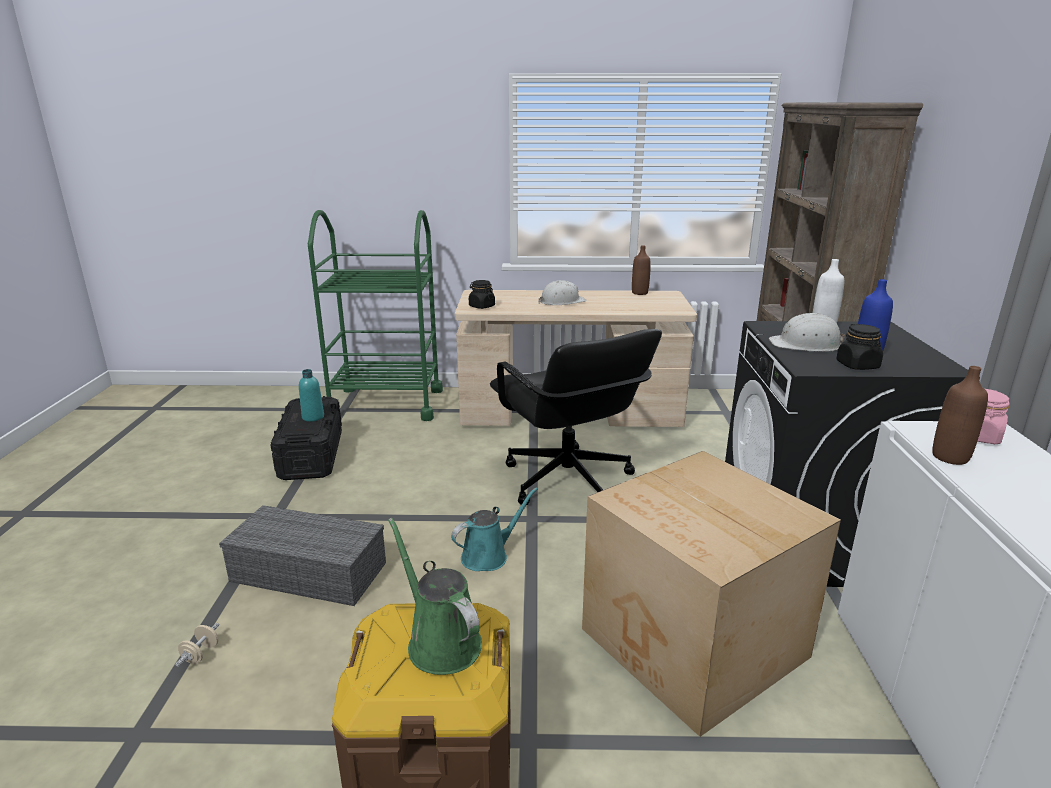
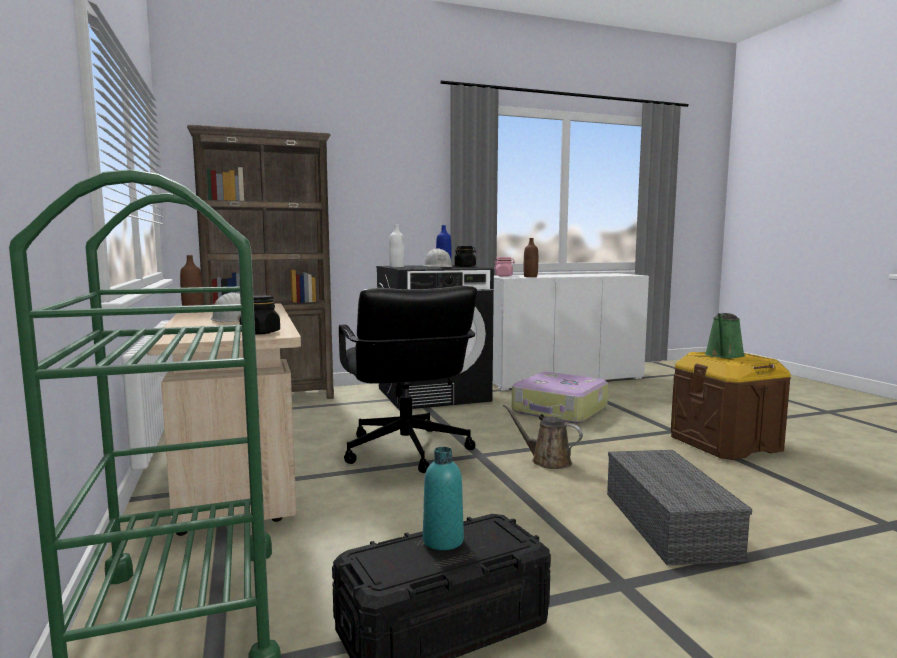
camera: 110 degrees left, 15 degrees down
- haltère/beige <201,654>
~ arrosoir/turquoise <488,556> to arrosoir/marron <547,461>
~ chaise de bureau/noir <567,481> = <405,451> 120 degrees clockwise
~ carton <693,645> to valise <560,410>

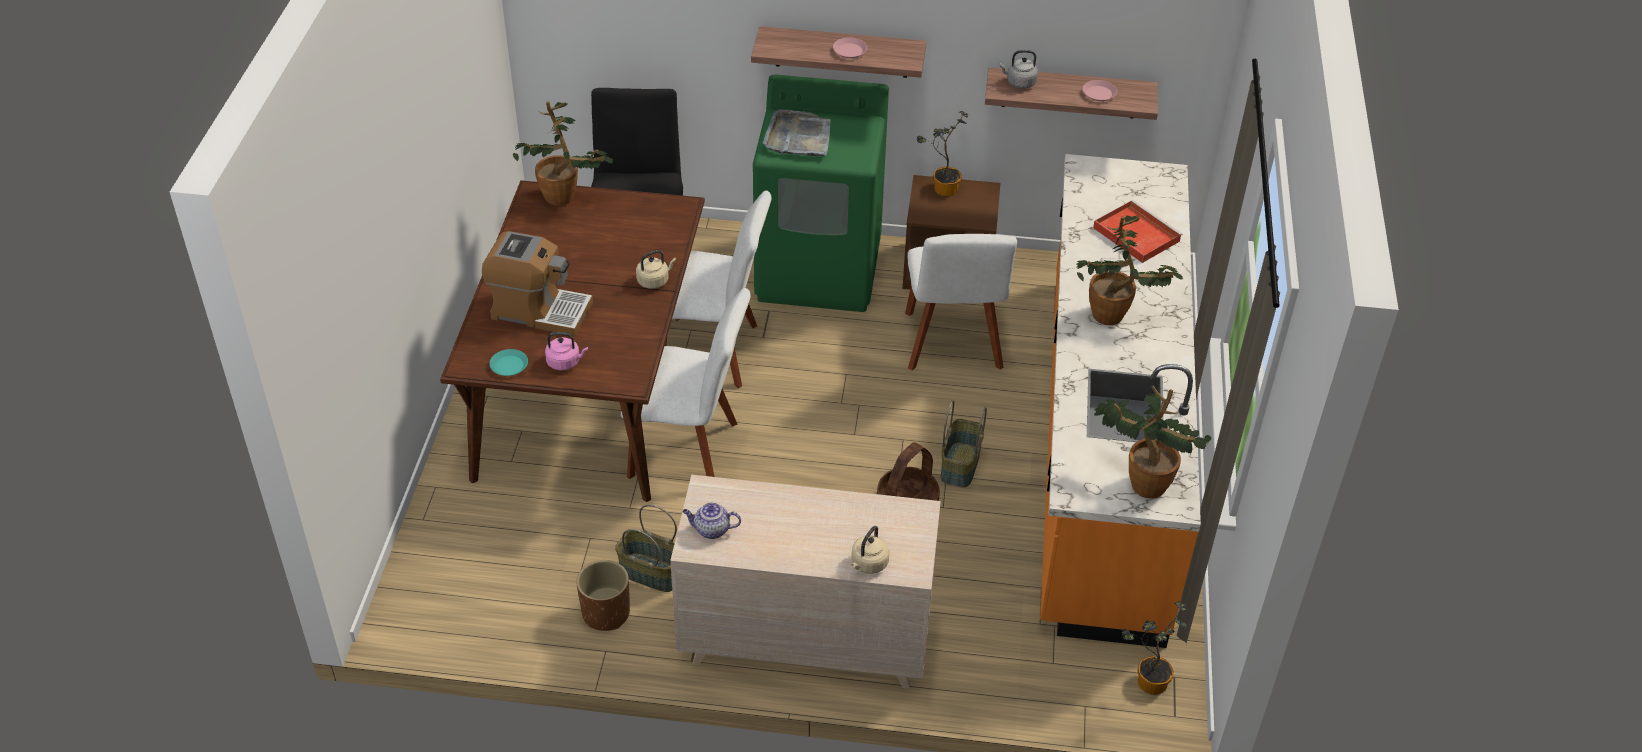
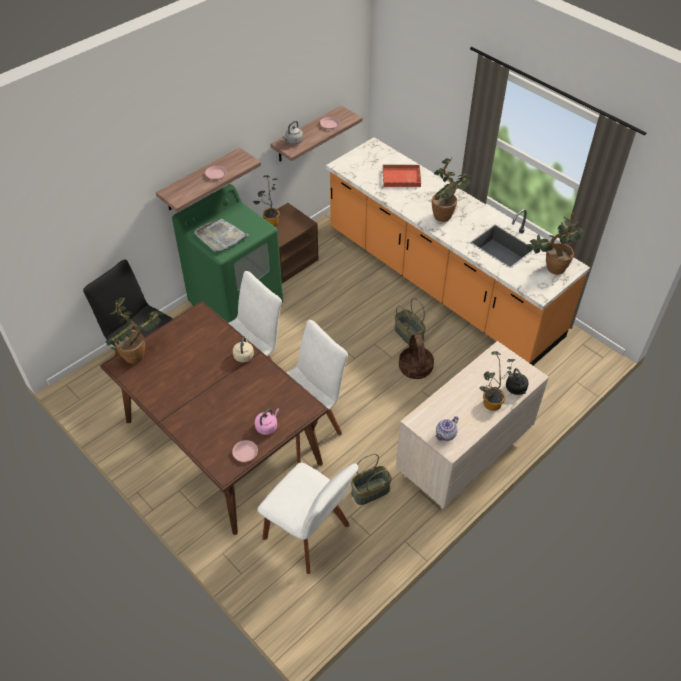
camera: 50 degrees left, 5 degrees up
- machine à café <540,310>
~ assiette/turquoise <509,365> to assiette/rose <245,452>
- cache-pot/marron <606,613>
~ bouilloire/beige <868,564> to bouilloire/noir <516,389>
~ chaise/blanc <952,344> to <309,534>
~ plante en pot <1147,681> to <489,404>

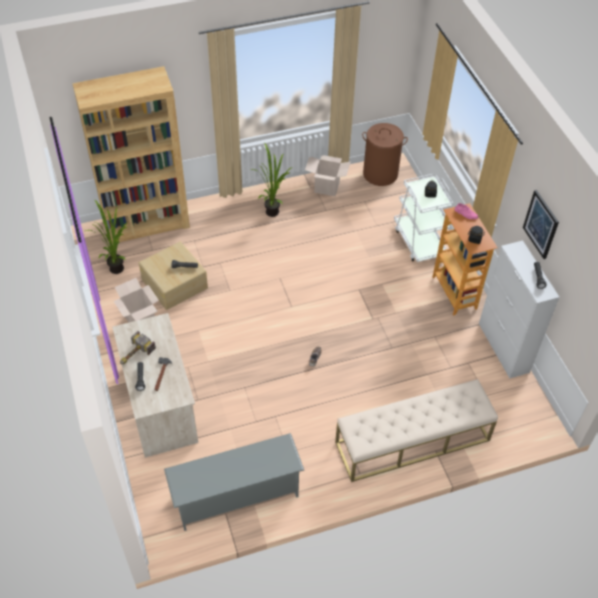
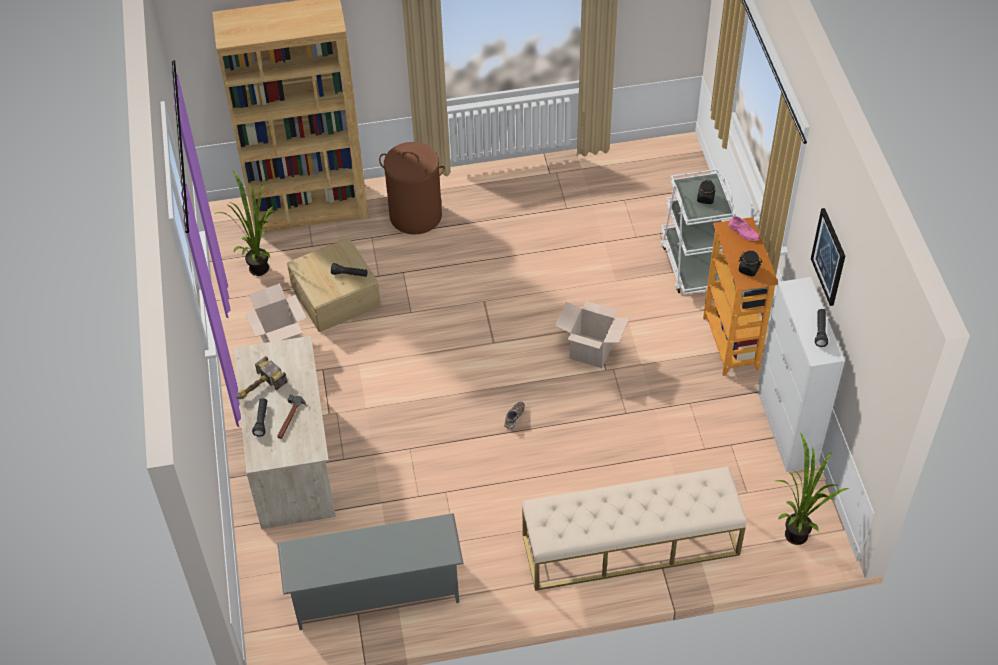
camera: 10 degrees right, 0 degrees up
~ plante en pot <273,210> to <797,531>
~ carton <326,187> to <591,351>
~ panier à linge/marron <380,174> to <416,215>

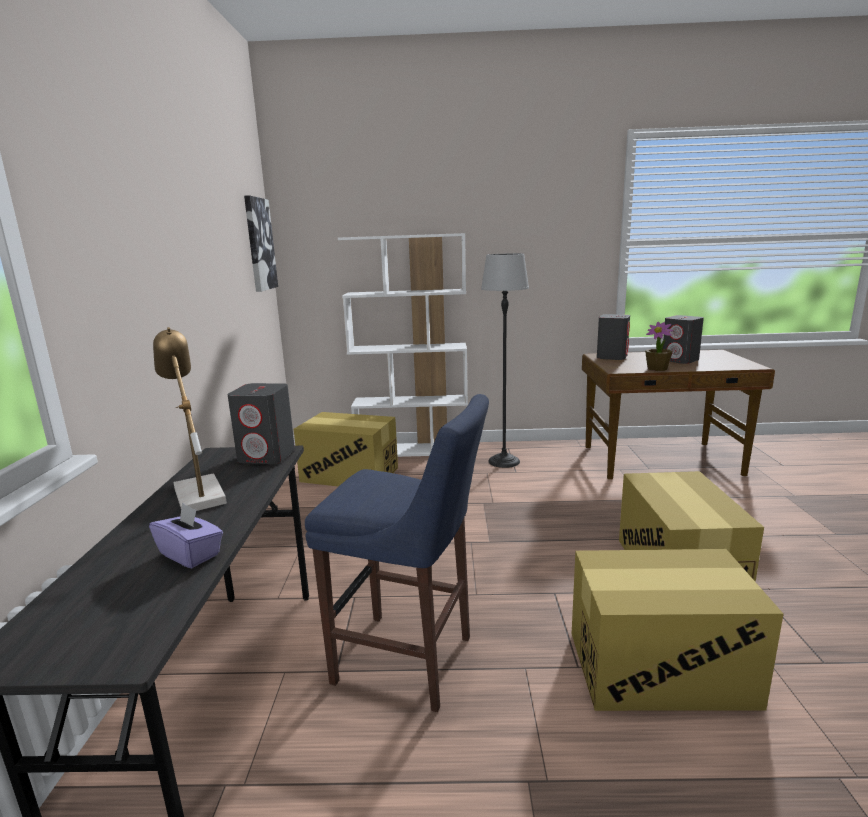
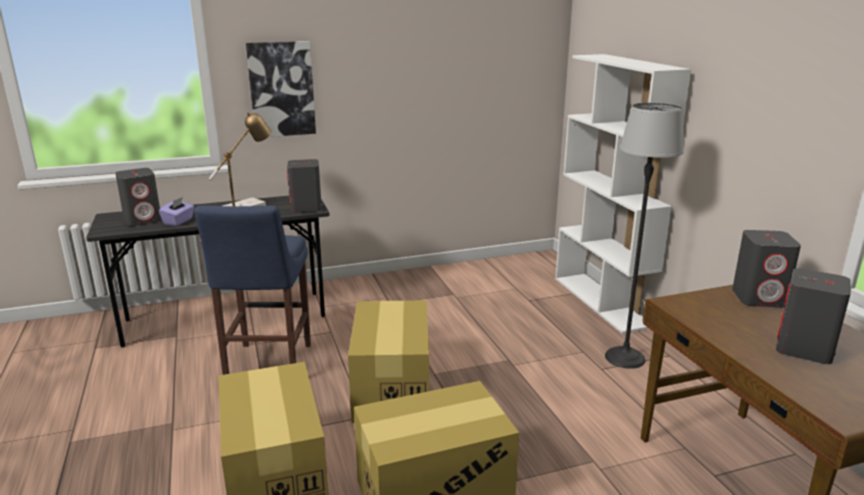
camera: 70 degrees right, 5 degrees up
~ tableau <259,244> to <281,89>
~ carton <349,474> to <392,388>
- plante en pot <657,369>
+ enceinte/gris <143,219>

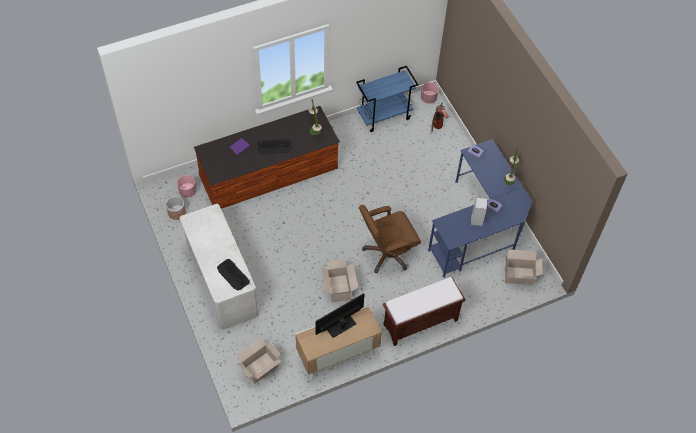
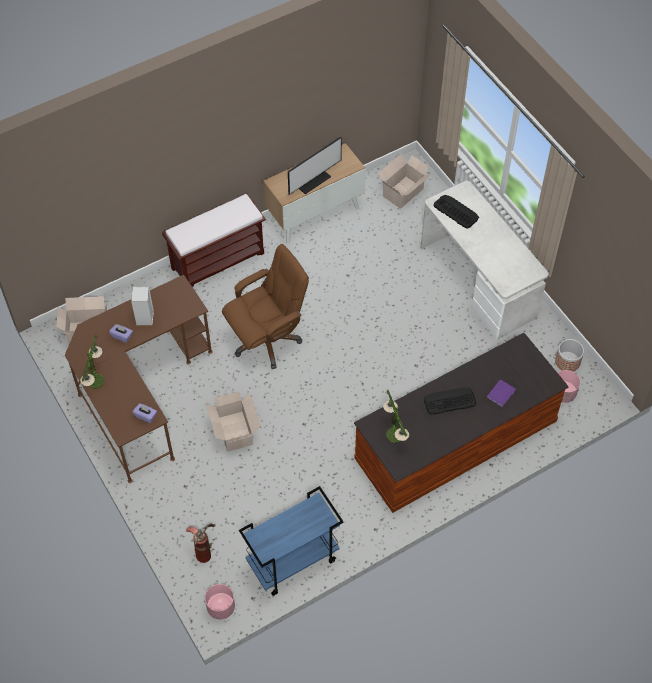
camera: 175 degrees right, 0 degrees up
~ carton <339,287> to <235,432>
~ bureau/bleu <479,227> to bureau/marron <139,392>

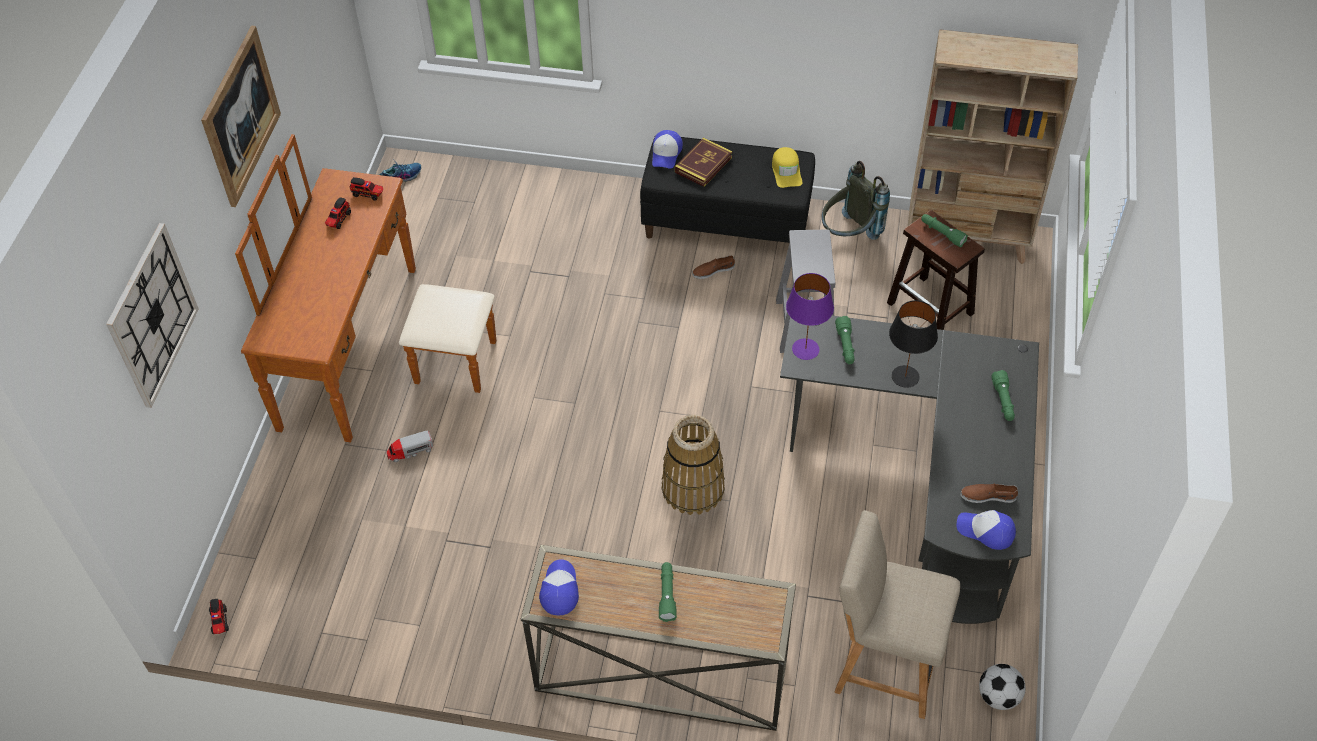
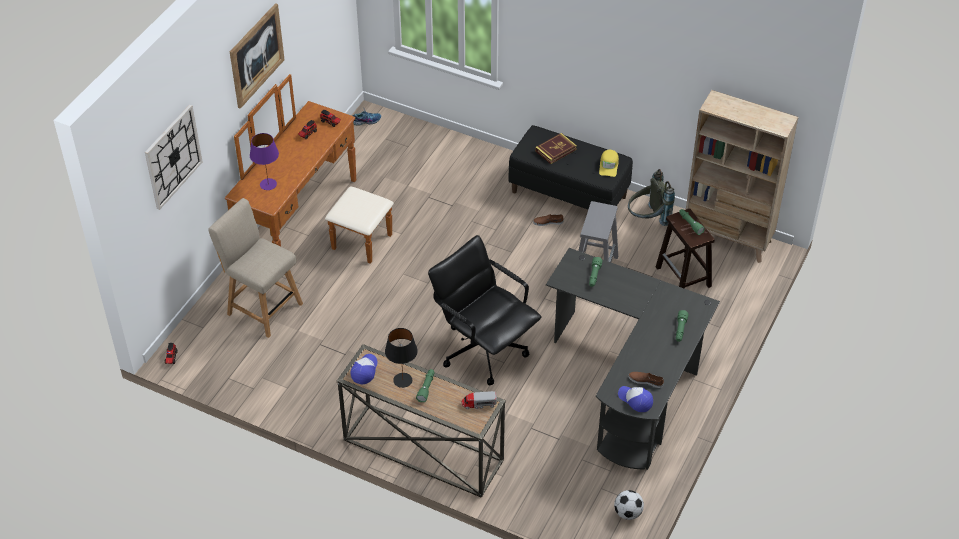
camera: 15 degrees right, 5 degrees down
~ camion jouet <410,451> to <479,404>
- casquette <666,153>
~ panier <693,488> to chaise de bureau/noir <483,349>
~ lampe de table/violet <806,349> to <268,184>
~ chaise/beige <883,663> to <262,307>
~ lampe de table/noir <905,376> to <403,380>

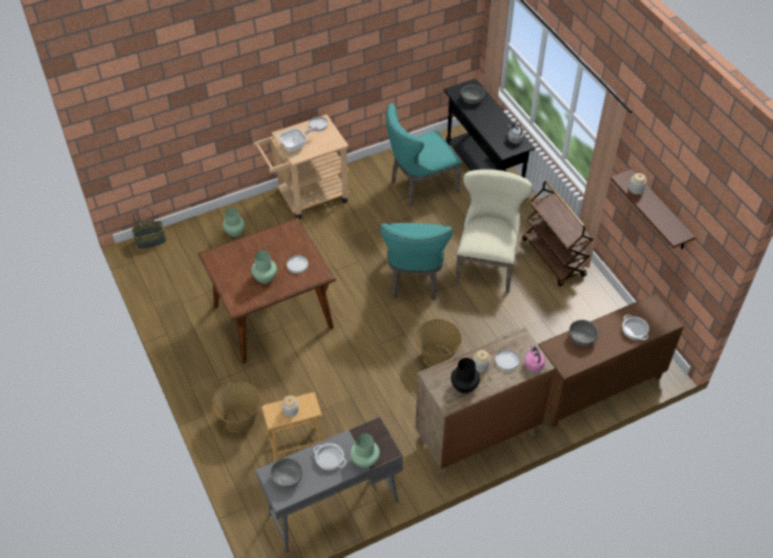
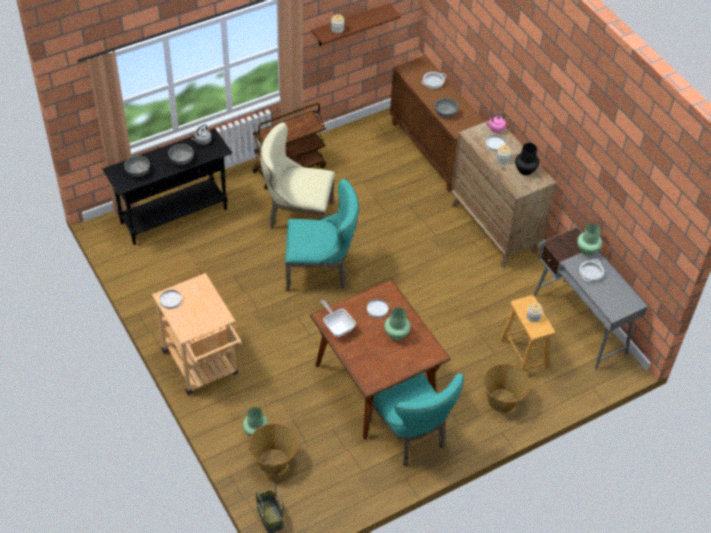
camera: 95 degrees left, 0 degrees up
~ bol/gris <287,477> to <181,159>
~ poêle <296,145> to <337,327>
~ chaise/turquoise <420,187> to <410,436>
~ panier <437,356> to <273,462>

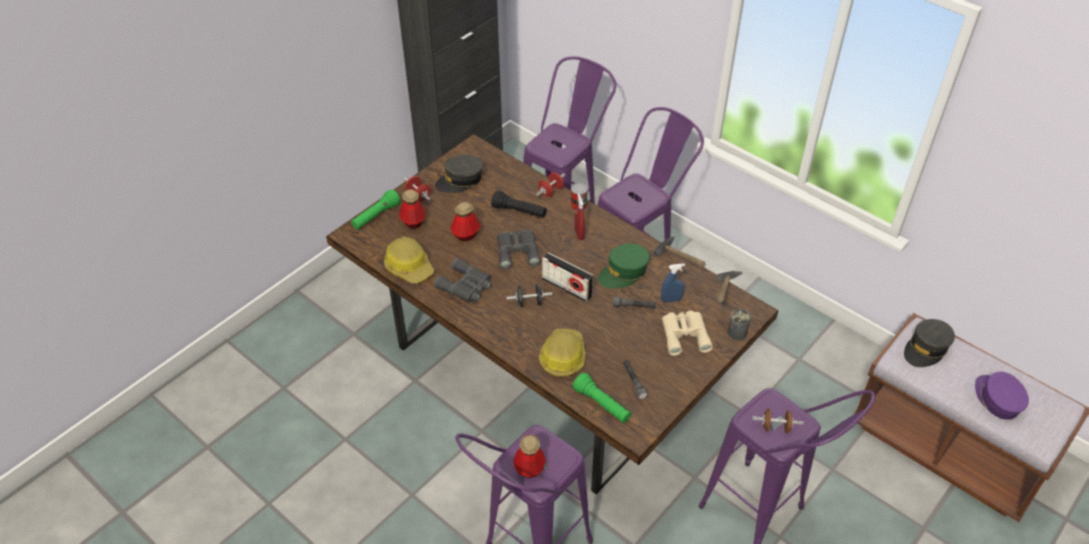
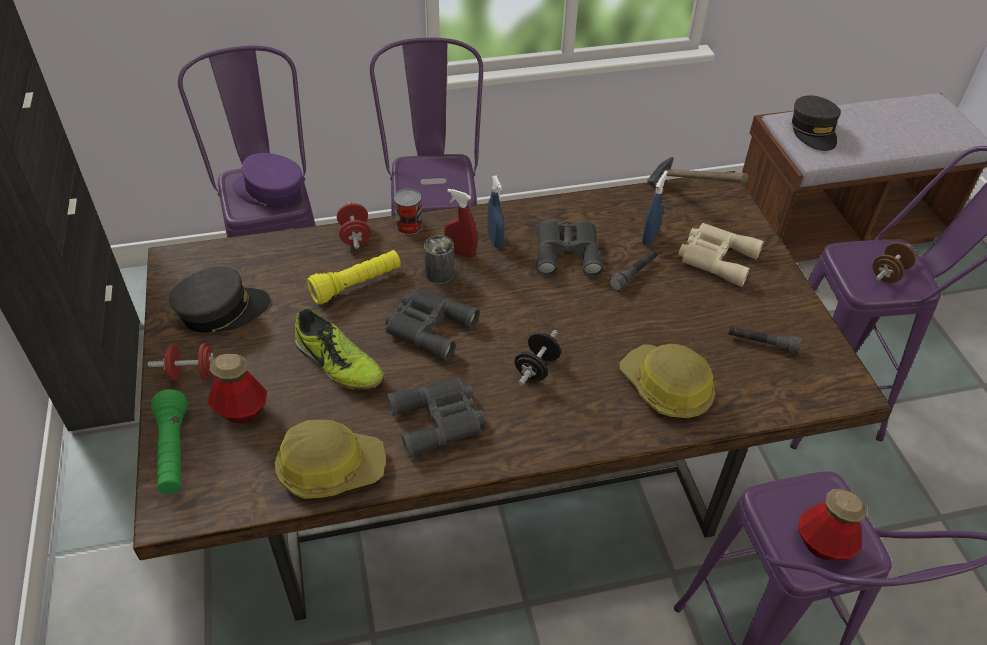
camera: 55 degrees left, 0 degrees up
~ casquette/gris <460,180> = <222,311> 120 degrees counterclockwise
~ bouteille <466,235> to chaussure <338,364>
~ lampe de poche/noir <519,211> to lampe de poche/jaune <356,285>
- radio <566,287>
- lampe de poche/vert <602,404>
~ casquette/vert <623,272> to jumelles/gris <567,251>
- marteau <678,270>
~ boîte métallique <736,333> to <439,274>
~ casquette/violet <997,399> to <269,191>
+ vaporisateur/bleu <495,240>

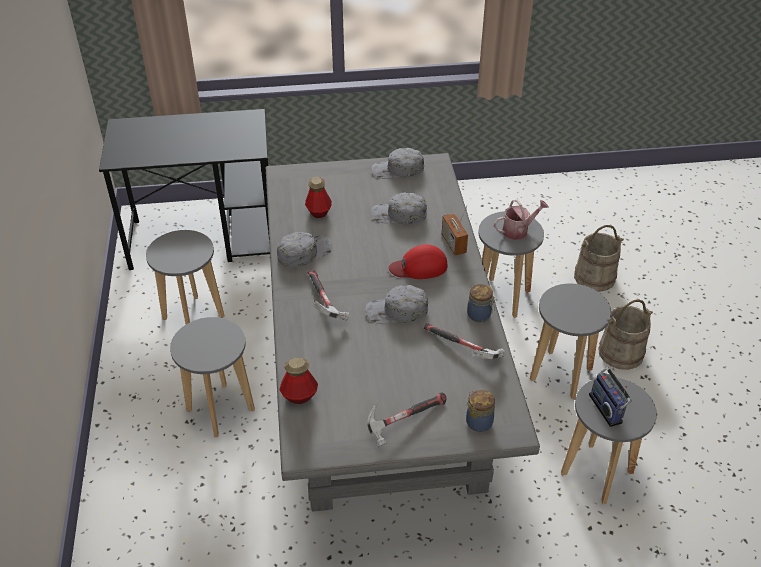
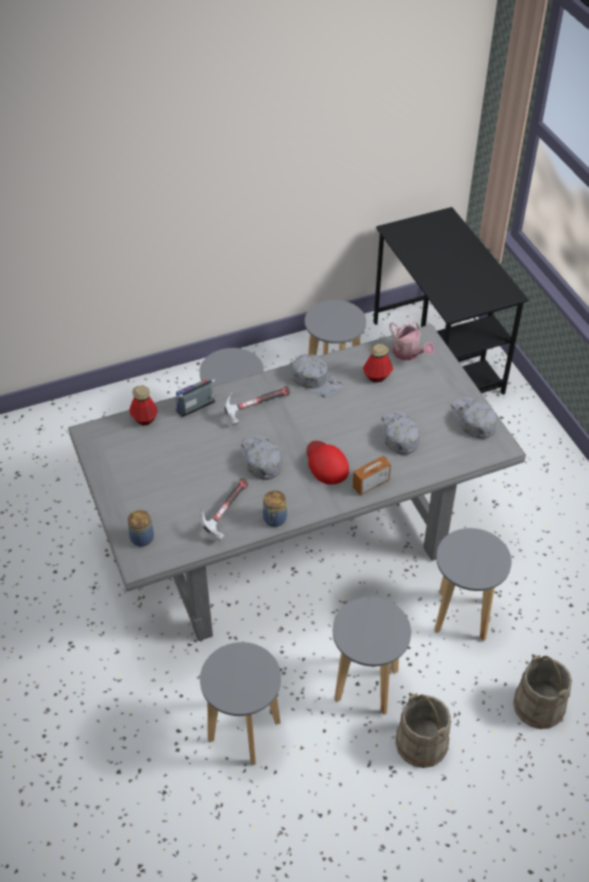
camera: 75 degrees right, 5 degrees up
- marteau <404,422>
~ arrosoir <518,230> to <408,353>
~ radio <607,408> to <196,407>

